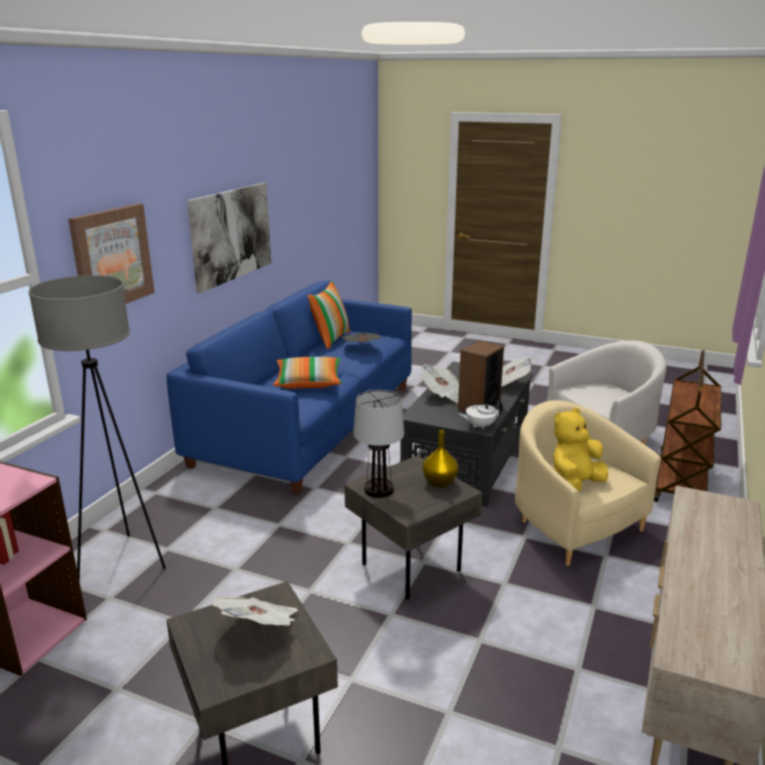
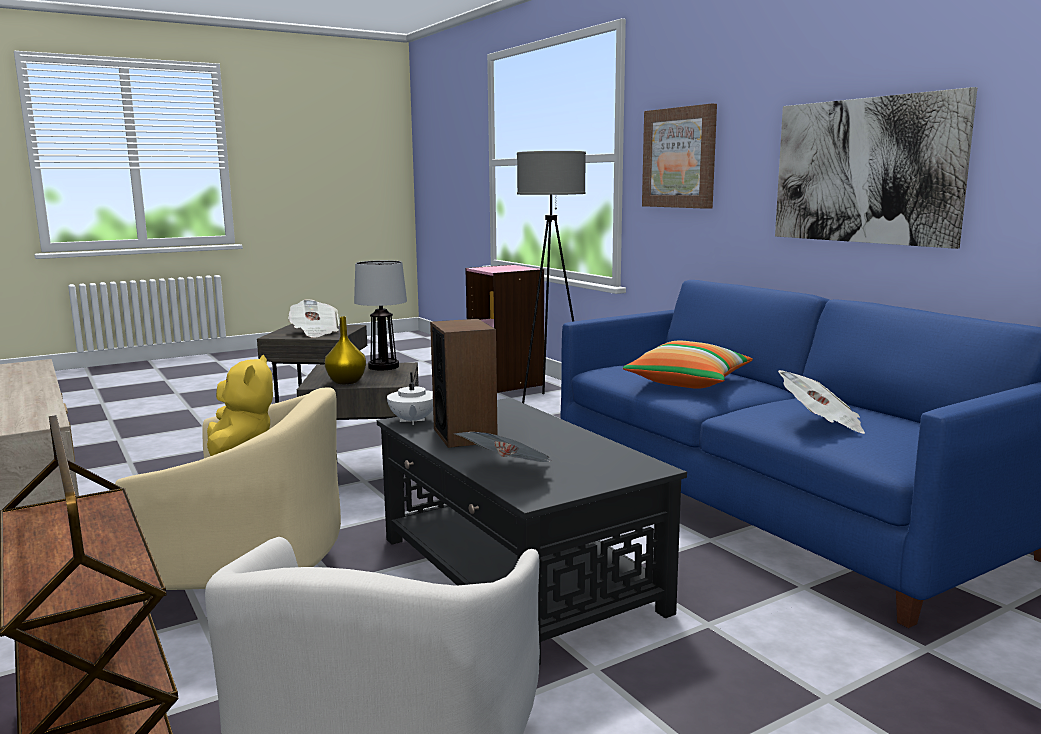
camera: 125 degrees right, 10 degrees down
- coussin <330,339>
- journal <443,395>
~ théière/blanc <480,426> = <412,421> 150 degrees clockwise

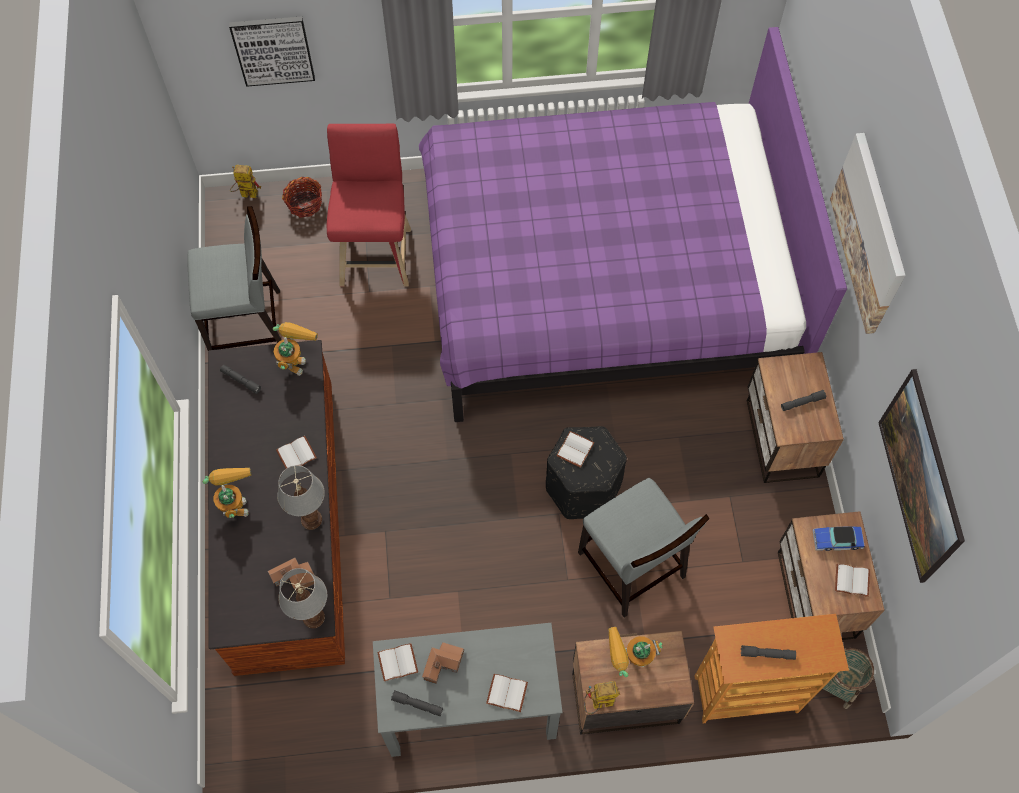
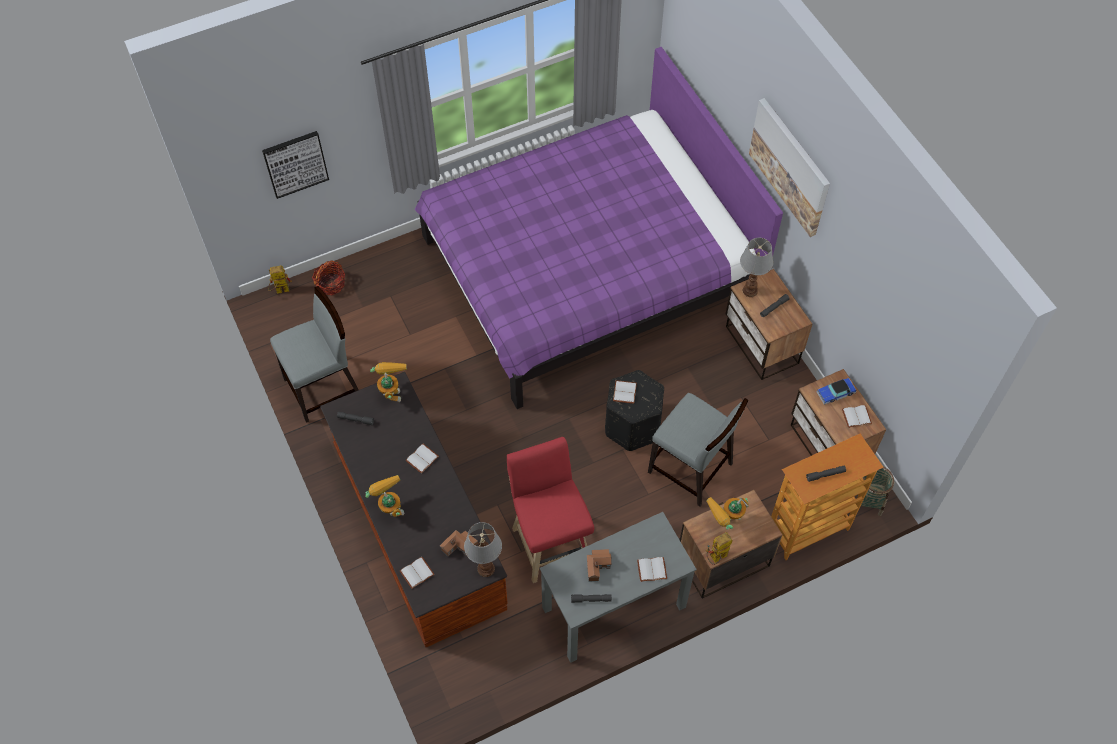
camera: 20 degrees left, 5 degrees down
~ lampe de table <311,520> to <750,291>
~ tabouret/rouge <376,252> to <550,541>
~ livre/blanc <398,661> to <417,572>
- tableau <911,488>

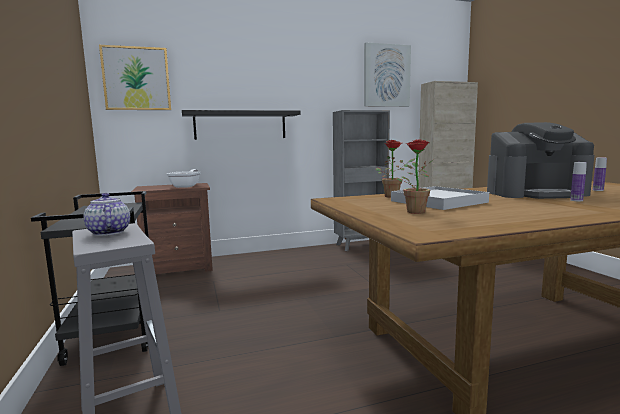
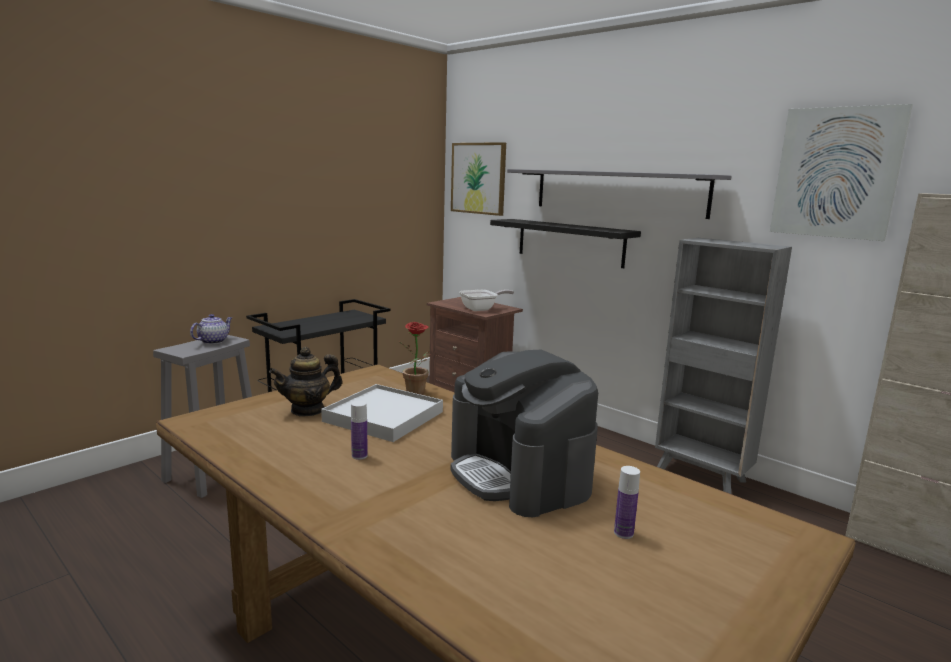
camera: 60 degrees right, 5 degrees up
~ plante en pot <414,211> to théière <308,410>
~ bouteille <576,200> to <359,456>
+ étagère/gris <617,192>

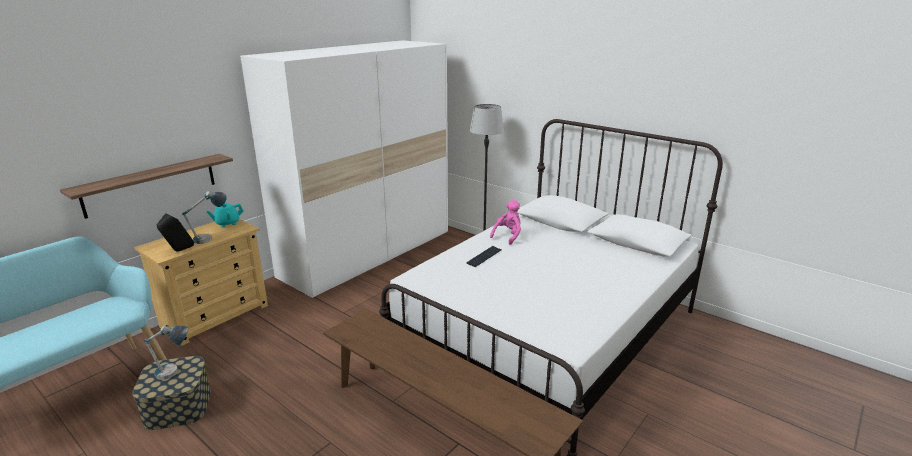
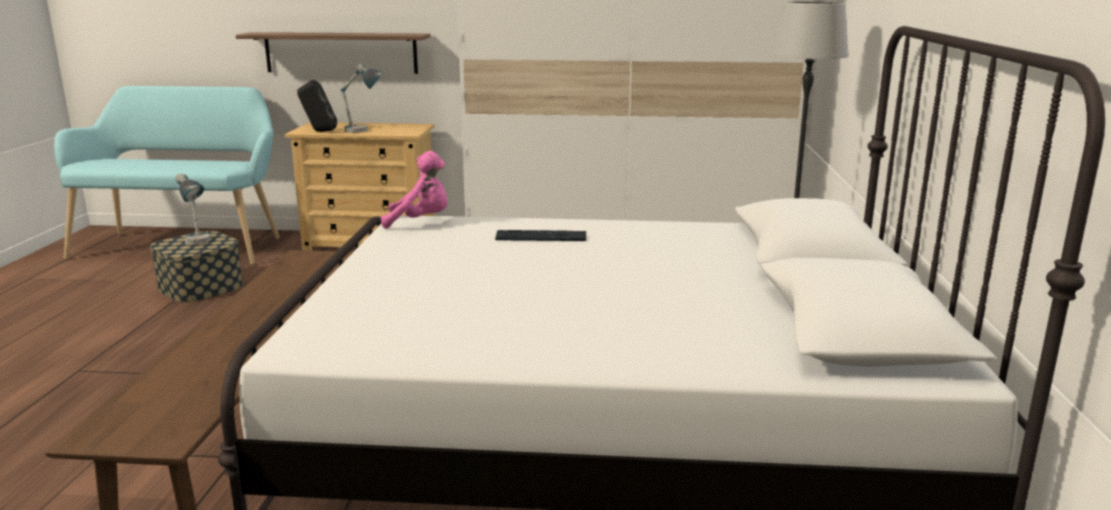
camera: 55 degrees right, 5 degrees down
- théière/turquoise <227,223>
~ peluche/rose <508,236> to <420,222>

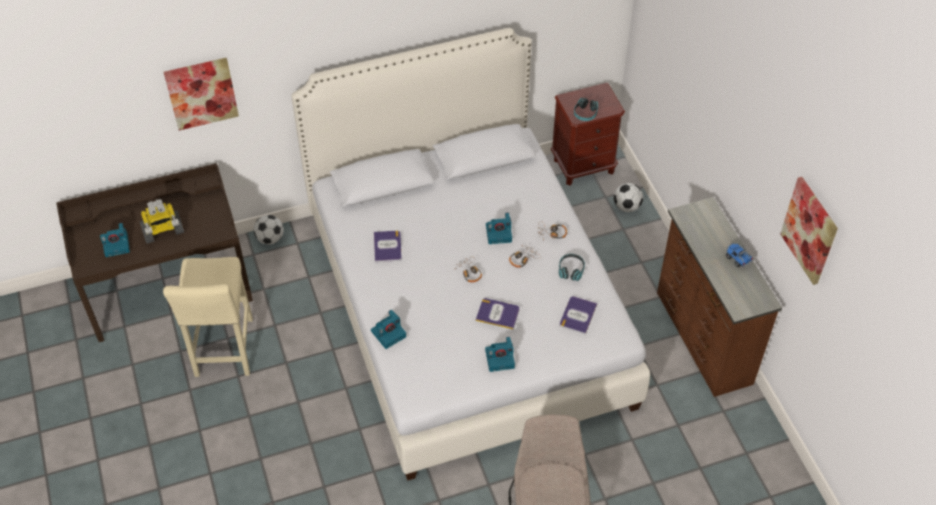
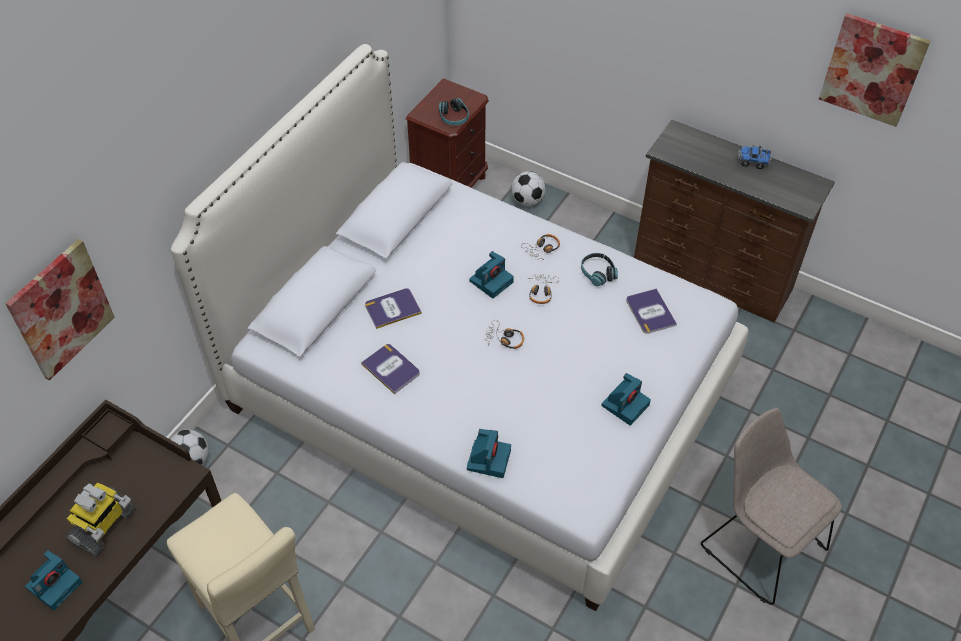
camera: 40 degrees left, 0 degrees up
~ livre <498,314> to <392,308>

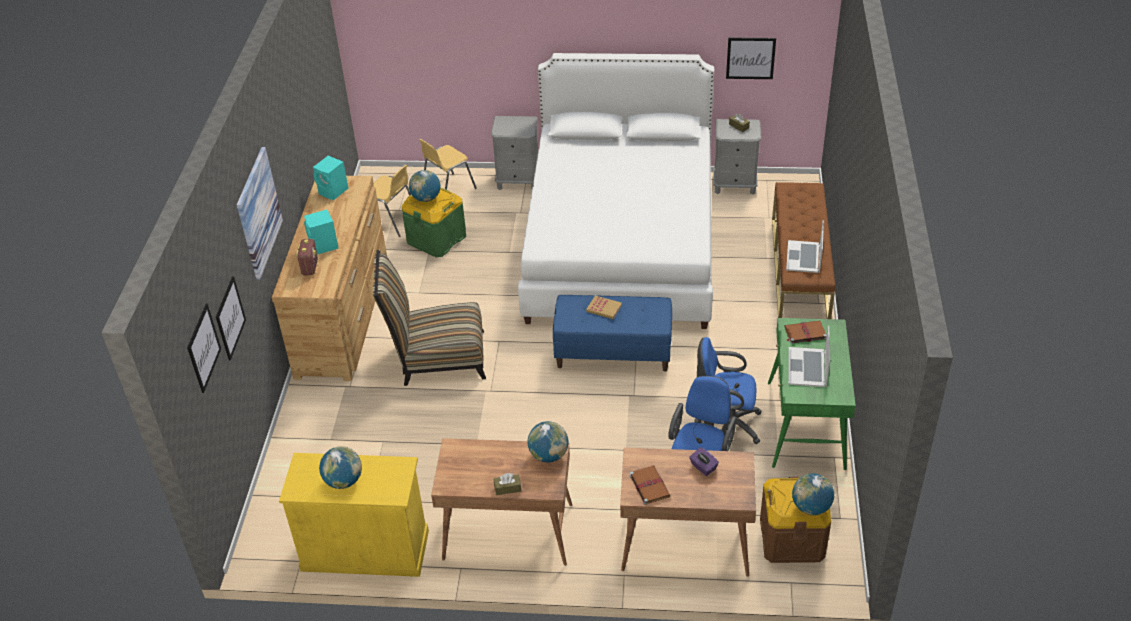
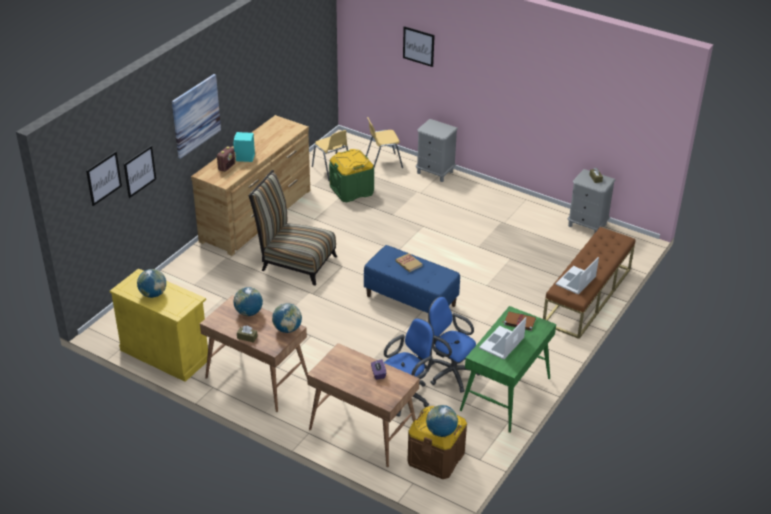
camera: 25 degrees right, 5 degrees down
- enceinte/turquoise <334,191>
~ globe <426,198> to <249,312>
- lit/blanc <621,245>
- livre/marron <649,485>
~ tableau <750,58> to <418,46>

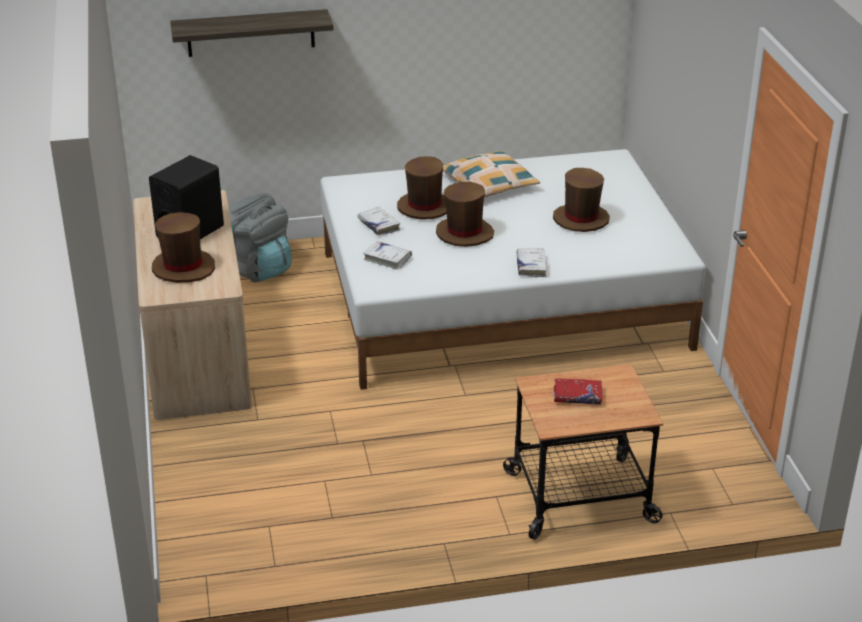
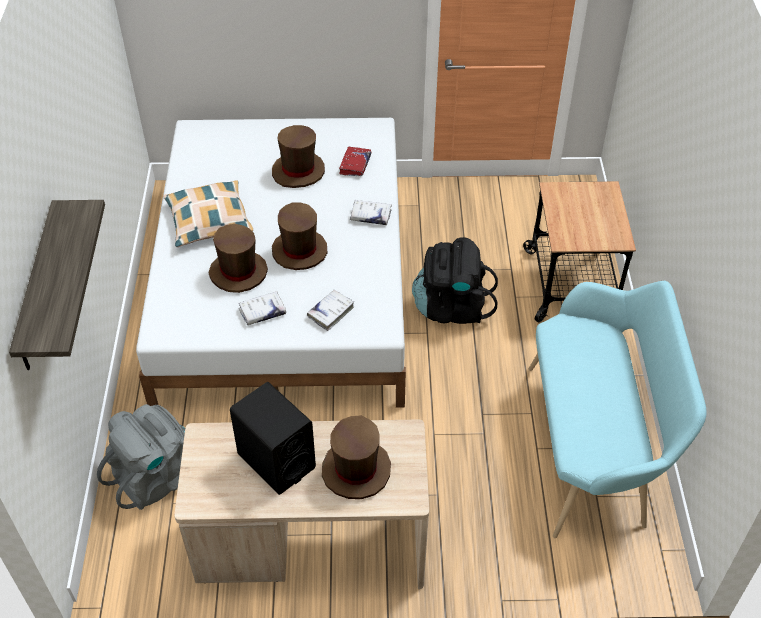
camera: 80 degrees left, 15 degrees up
~ livre/rouge <577,396> to <355,165>
+ sac à dos/noir <451,307>
+ banc/turquoise <594,447>

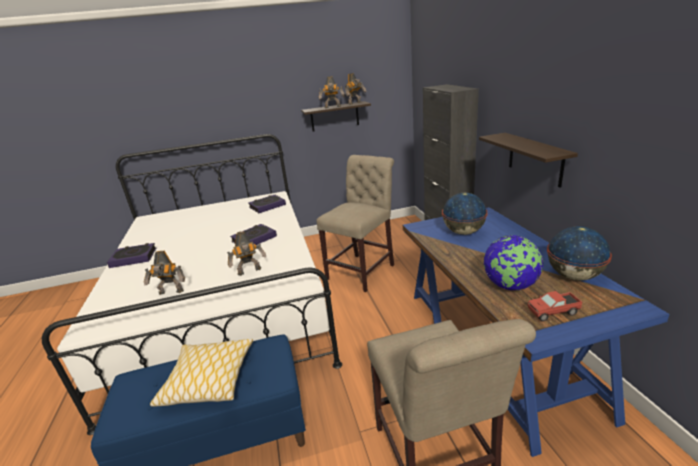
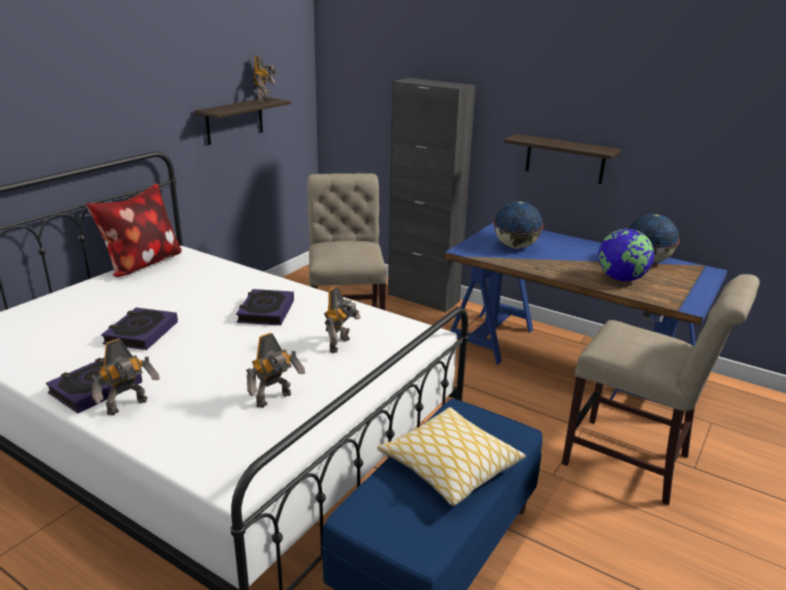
camera: 45 degrees left, 0 degrees up
~ livre <267,206> to <141,333>
~ robot jouet <333,107> to <129,407>
- camion jouet <553,312>
+ coussin <142,264>

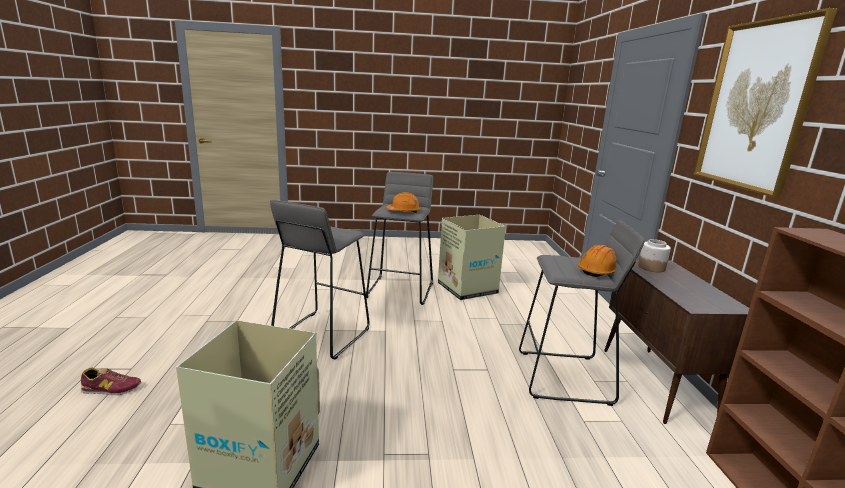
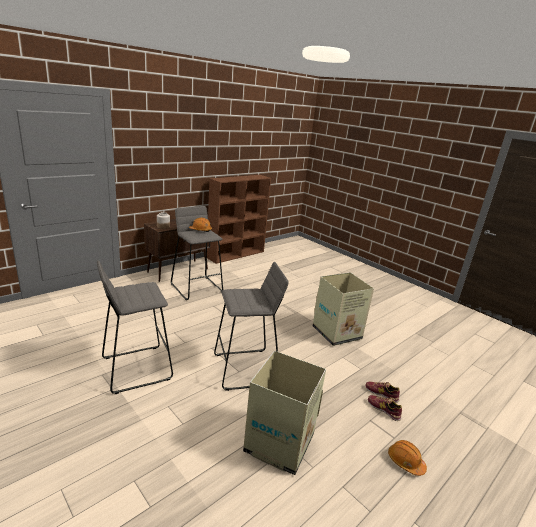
camera: 130 degrees left, 5 degrees up
~ casque de chantier/orange <404,211> to <405,462>
~ carton <467,288> to <278,444>
- tableau <756,106>
+ chaussure <382,393>

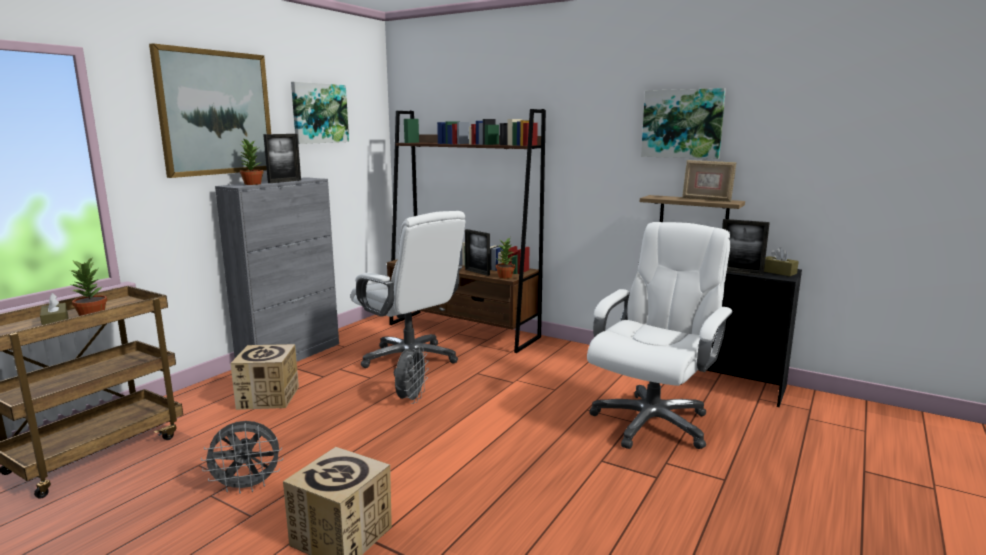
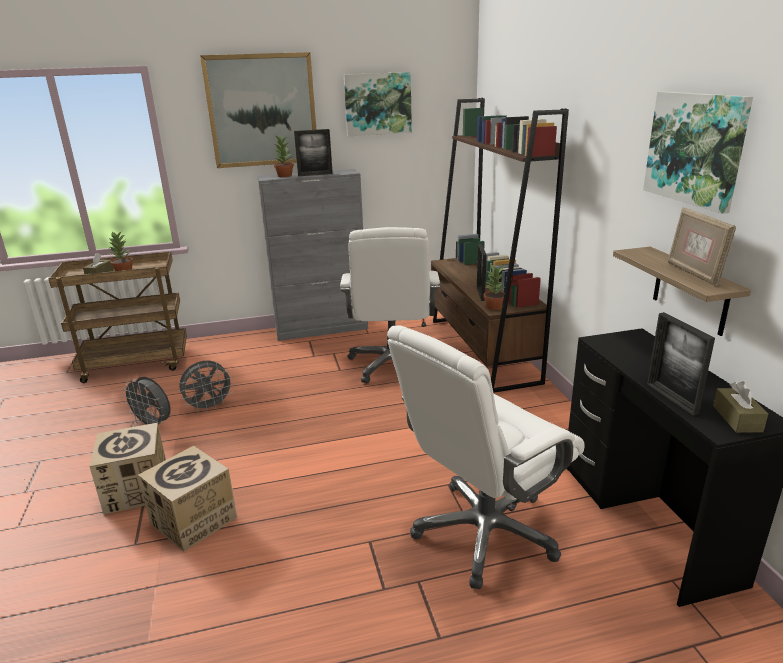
camera: 45 degrees right, 10 degrees up
~ carton <268,398> to <194,520>
~ ventilateur/gris <411,399> to <209,407>
~ chaise de bureau/blanc <651,422> = <484,532> 150 degrees clockwise

